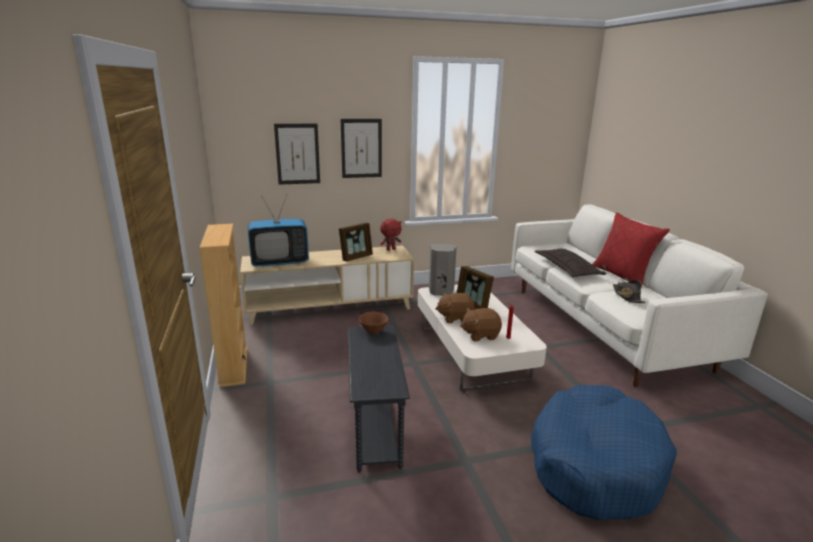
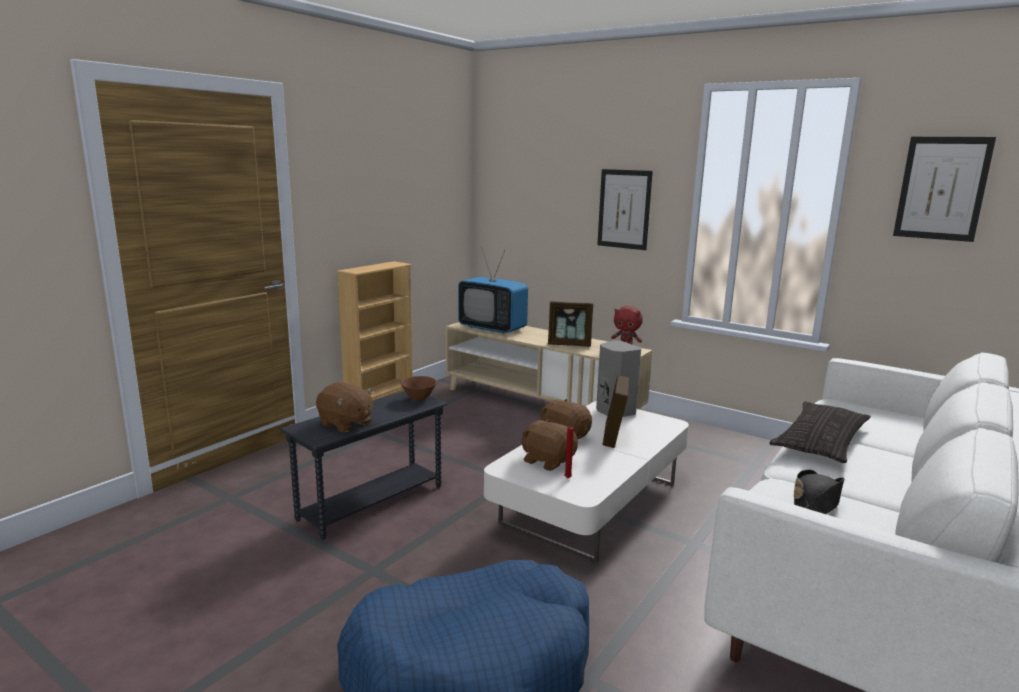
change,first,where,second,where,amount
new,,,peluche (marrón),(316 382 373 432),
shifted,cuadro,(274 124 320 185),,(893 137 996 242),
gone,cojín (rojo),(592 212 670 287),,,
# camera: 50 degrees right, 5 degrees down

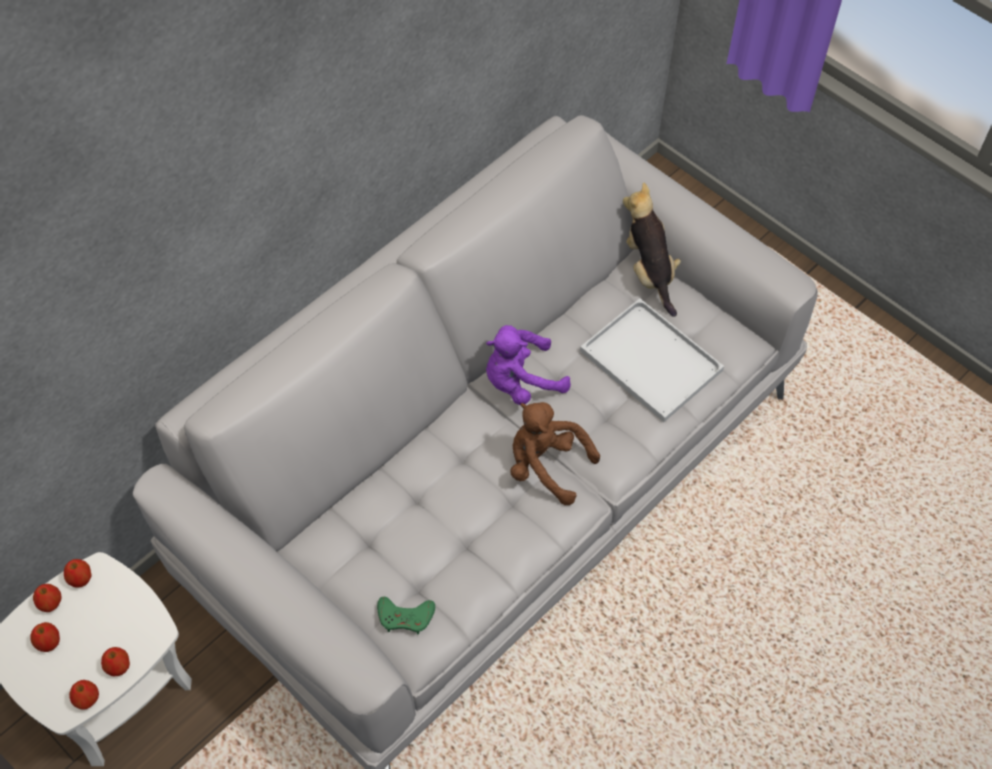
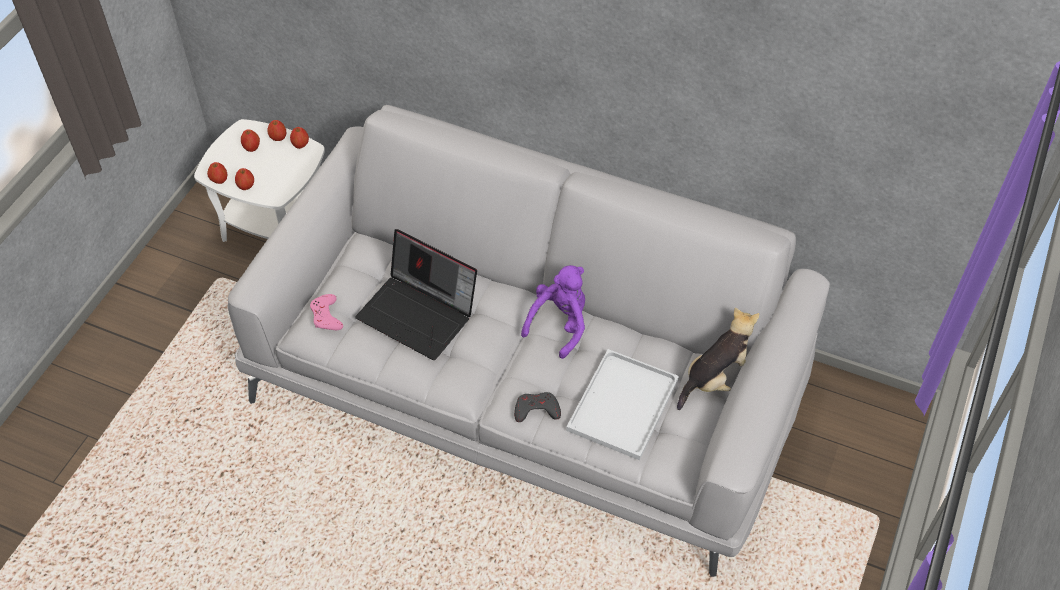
change,first,where,second,where,amount
repainted,mando de consola (verde),(377 597 435 634),mando de consola (rosa),(310 294 343 330),
new,,,portátil,(355 229 477 360),
new,,,mando de consola (gris),(514 392 561 422),
rotated,peluche (morado),(486 325 571 405),,(521 265 585 359),75 degrees clockwise
gone,peluche (marrón),(510 402 600 505),,,
# camera: 70 degrees right, 5 degrees down

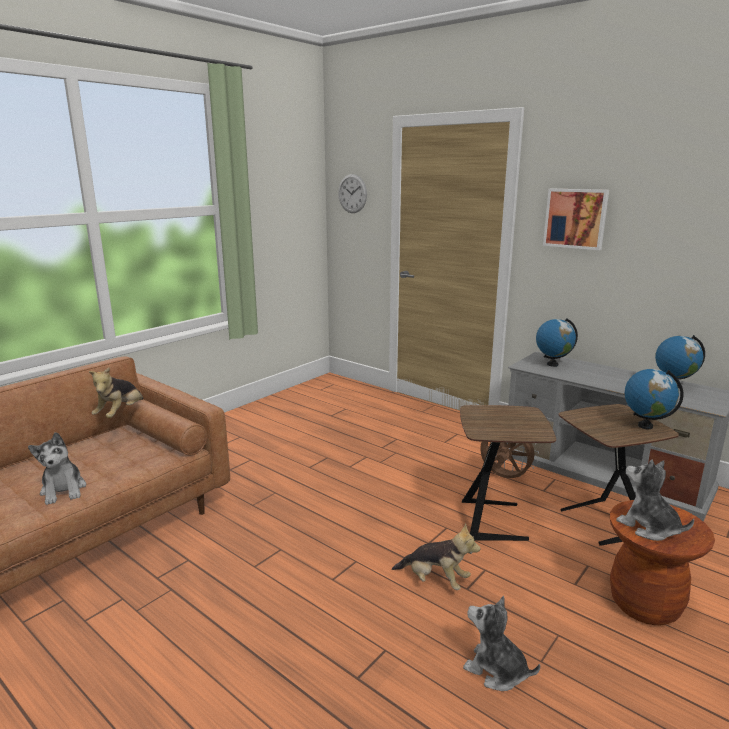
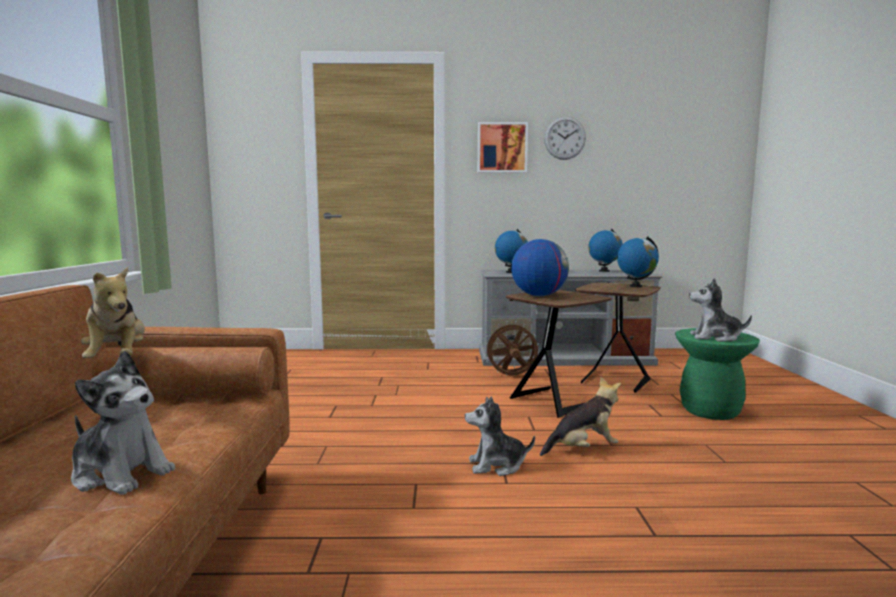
change,first,where,second,where,amount
shifted,peluche,(463 596 541 691),,(465 397 535 476),
new,,,globo terráqueo,(511 239 569 296),
shifted,reloj de pared,(338 174 367 213),,(544 116 586 160),
repainted,taburete (marrón),(610 500 715 625),taburete (verde),(675 328 760 420),
# camera: 40 degrees left, 10 degrees down

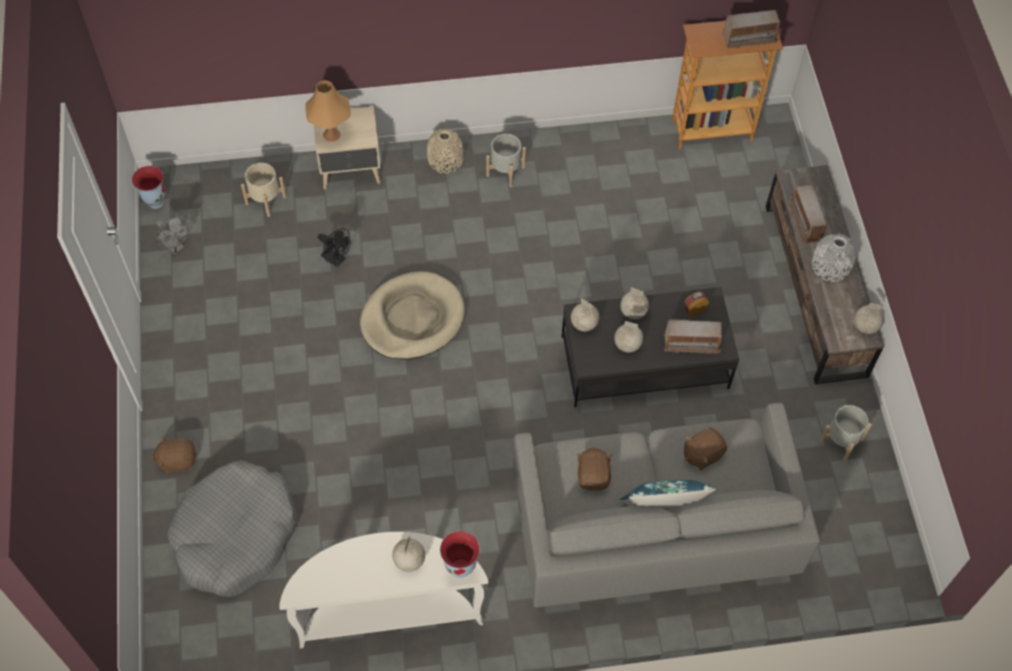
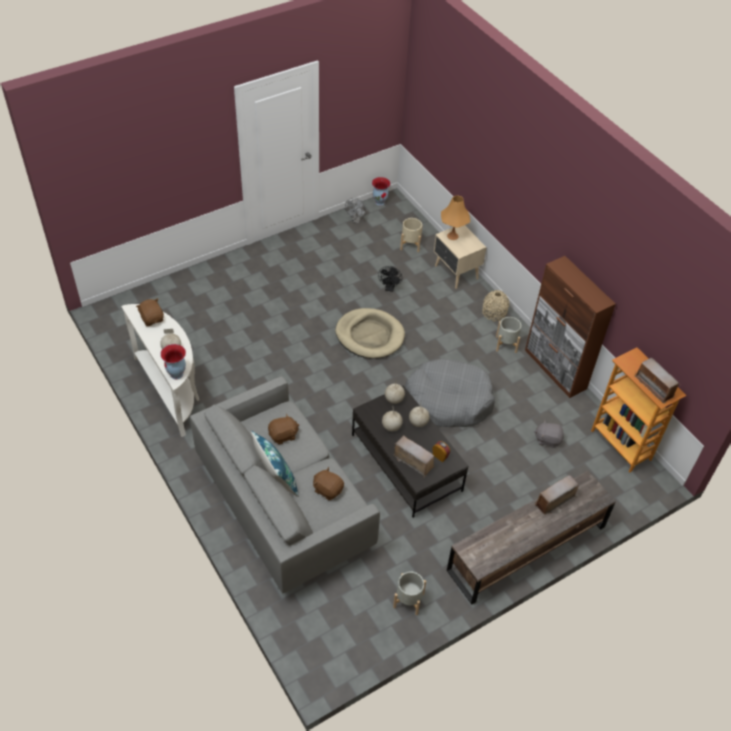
change,first,where,second,where,amount
shifted,peluche (marrón),(152 436 197 473),,(136 298 164 326),
rotated,radio,(663 319 724 354),,(393 436 435 478),150 degrees clockwise
shifted,cama para perro (gris),(167 460 298 597),,(405 358 495 427),
new,,,armario (marrón),(525 256 616 398),
new,,,peluche (gris),(534 420 564 448),
gone,florero (gris),(812 233 856 282),,,
gone,globo terráqueo,(854 303 884 334),,,
# camera: 65 degrees right, 10 degrees down

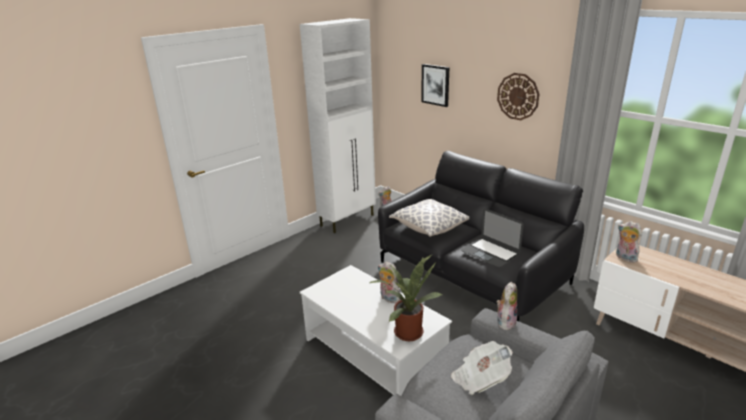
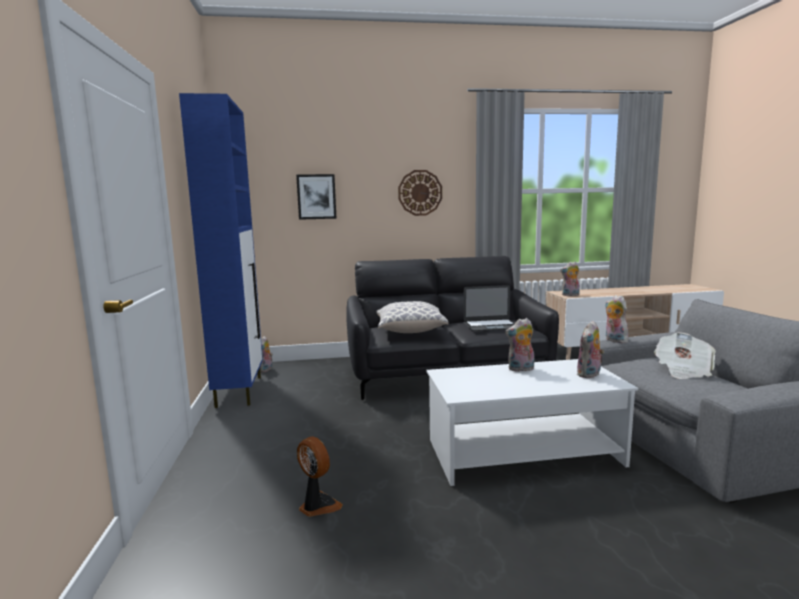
change,first,where,second,where,amount
repainted,armario (blanco),(300 18 376 233),armario (azul),(179 93 263 408),
new,,,ventilador,(297 436 343 517),
swapped,planta en maceta,(369 255 442 341),peluche,(577 321 605 378),
# camera: 55 degrees left, 15 degrees down

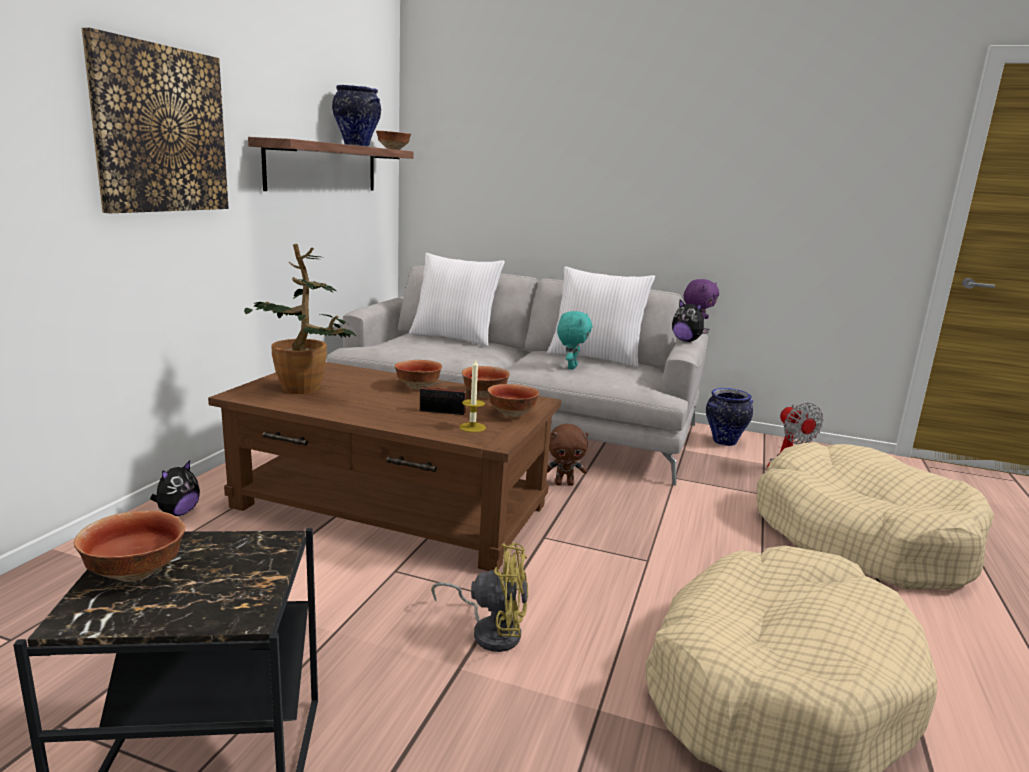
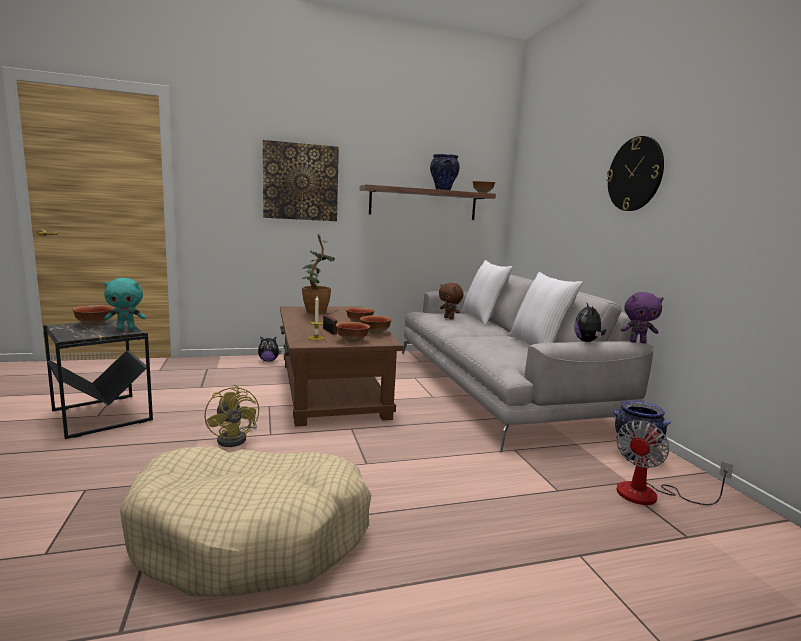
change,first,where,second,where,amount
shifted,peluche (turquesa),(557 311 593 370),,(104 278 146 331),
shifted,peluche (marrón),(547 424 589 486),,(439 283 464 319),
new,,,reloj de pared,(606 136 664 211),
gone,cama para perro (beis),(757 442 994 590),,,
# camera: 55 degrees right, 5 degrees down

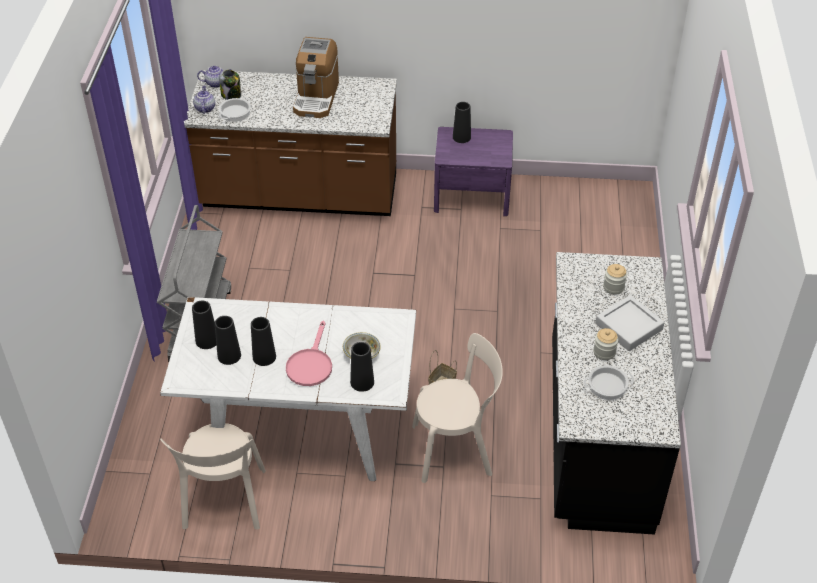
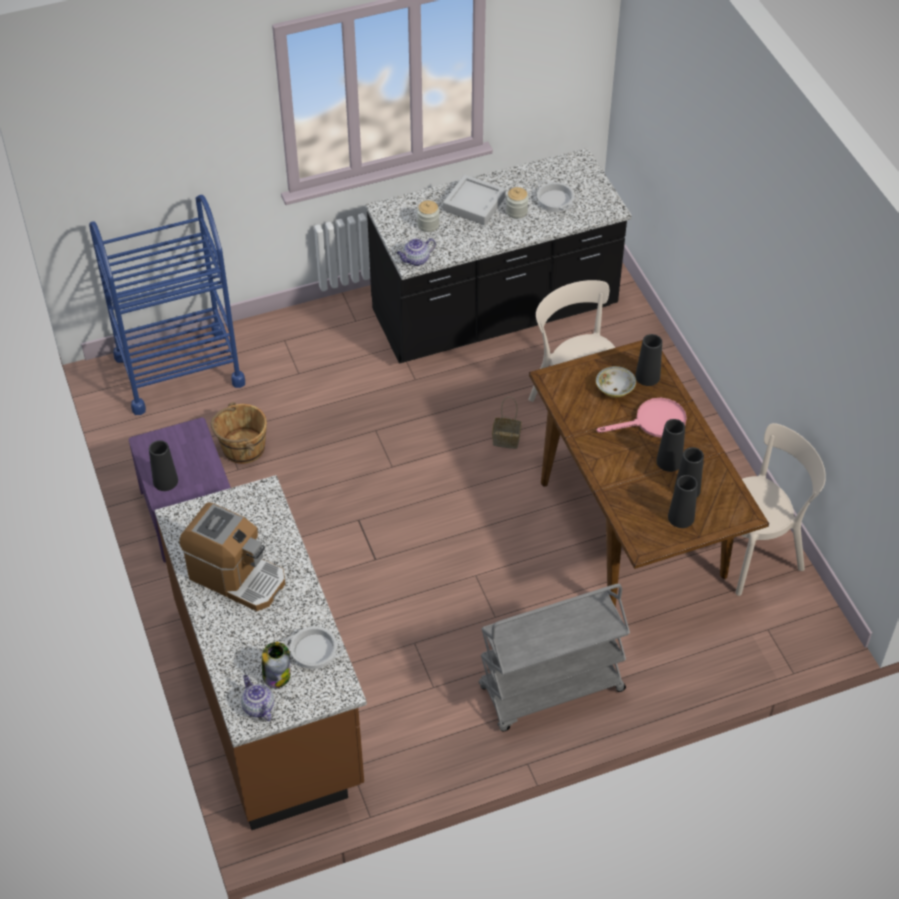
change,first,where,second,where,amount
new,,,carrito (azul),(89 195 245 415),
rotated,cafetera,(293 37 339 118),,(180 502 285 611),45 degrees clockwise
new,,,cubo (marrón),(211 402 267 464),
shifted,tetera,(193 86 215 114),,(397 238 436 266),
repainted,mesa de comedor (blanco),(160 297 416 481),mesa de comedor (marrón),(529 340 769 607),
# camera: 115 degrees left, 5 degrees up

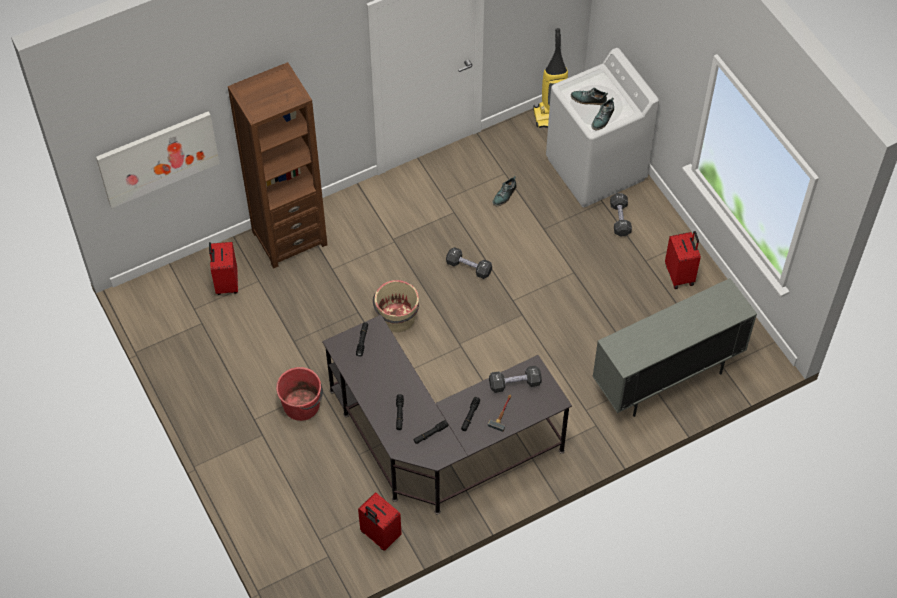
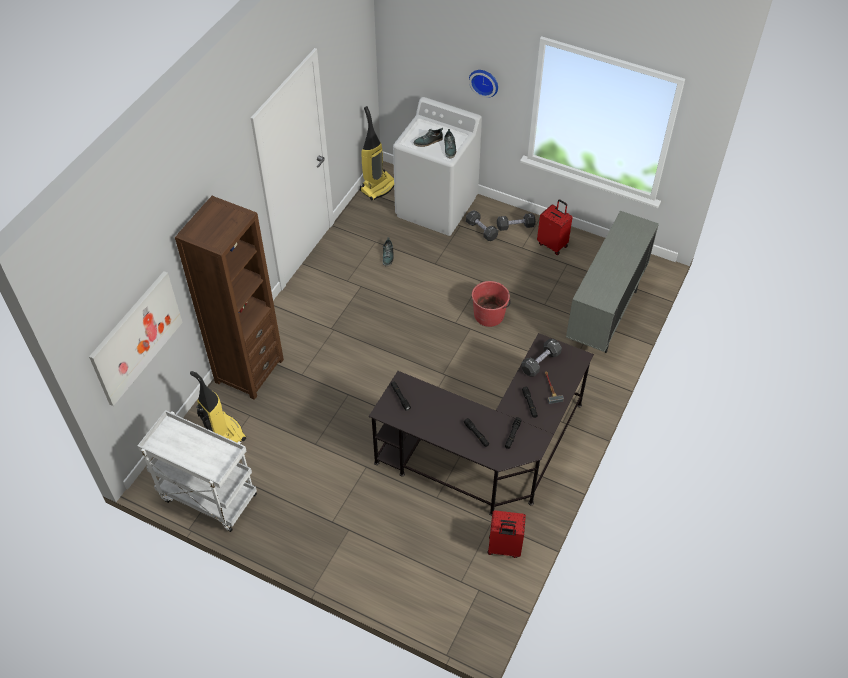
change,first,where,second,where,amount
new,,,carrito (blanco),(137 410 257 532),
swapped,maleta (rojo),(209 242 238 295),aspiradora,(190 371 246 442),
new,,,reloj de pared,(469 70 498 98),
shifted,cubo (rojo),(276 367 323 421),,(472 281 511 327),
shifted,mancuerna (negro),(446 247 492 279),,(497 213 536 231),
gone,cubo (beis),(373 280 419 332),,,
# camera: 35 degrees left, 5 degrees down

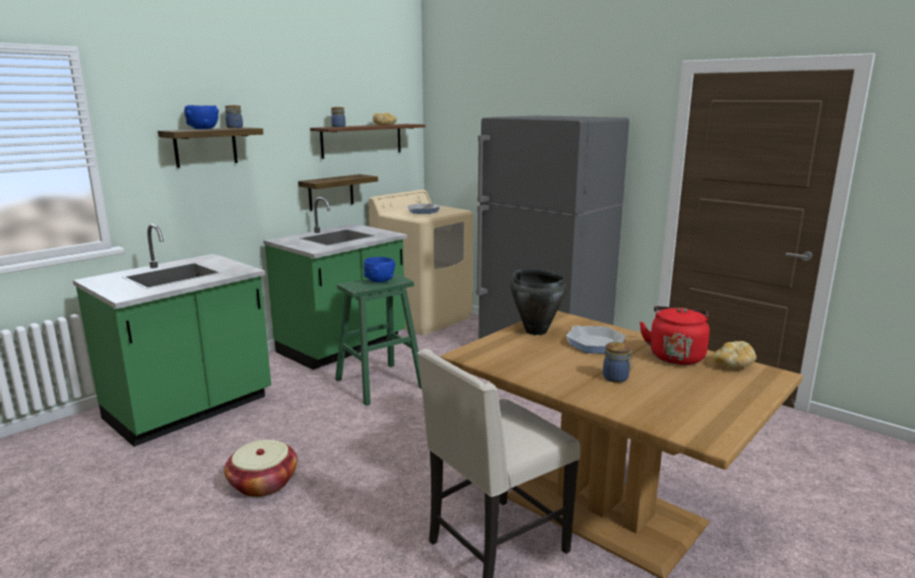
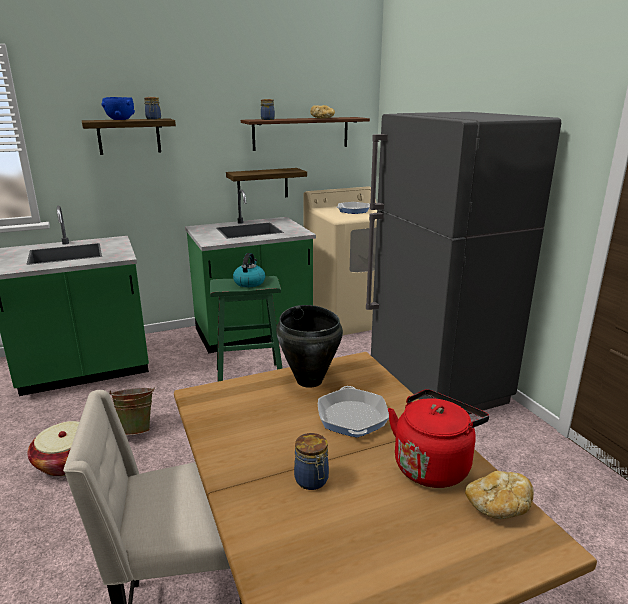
change,first,where,second,where,amount
new,,,cubo (verde),(109 387 155 435),
swapped,cuenco (azul),(364 257 396 283),hervidor,(233 253 266 287),
# camera: 25 degrees right, 5 degrees up

